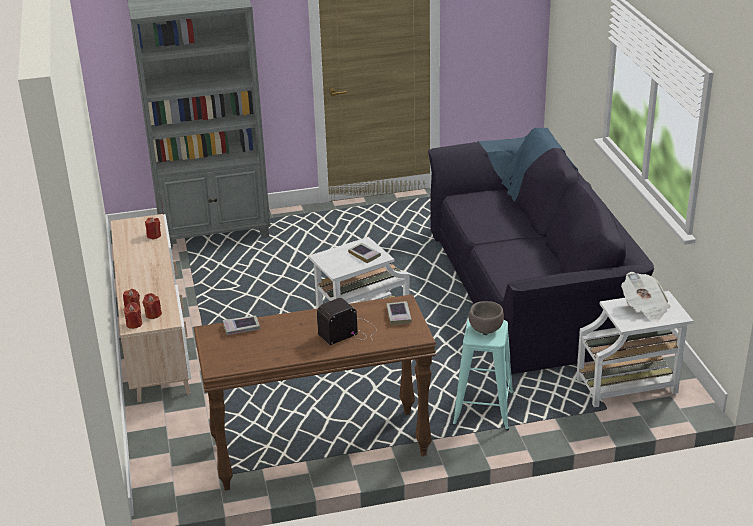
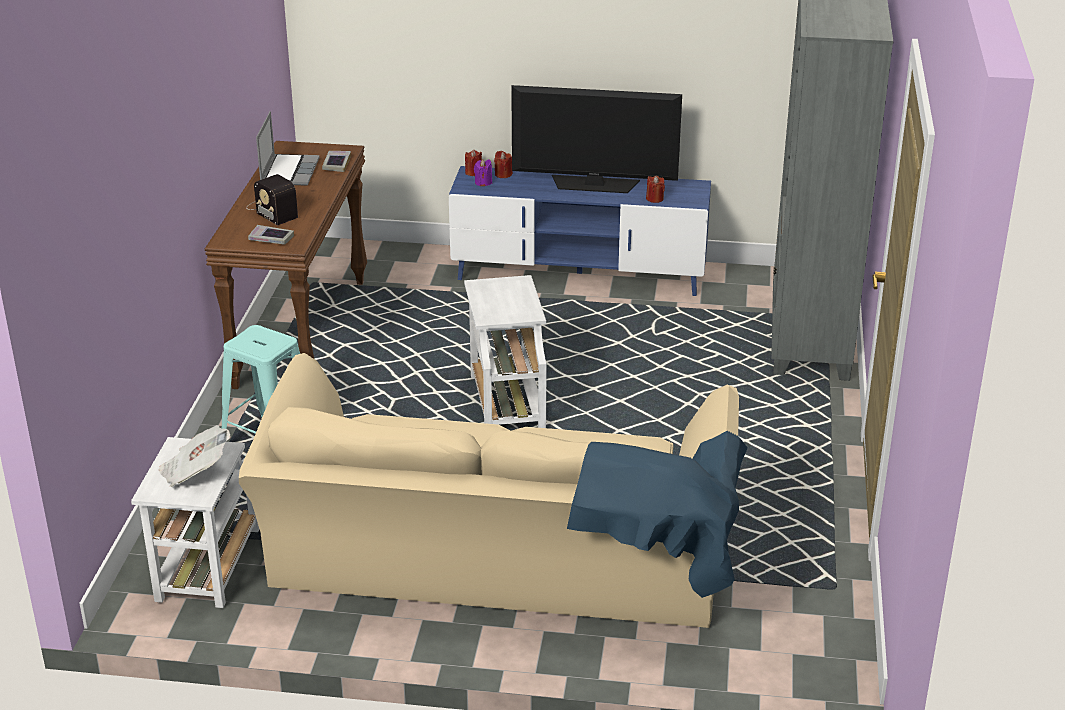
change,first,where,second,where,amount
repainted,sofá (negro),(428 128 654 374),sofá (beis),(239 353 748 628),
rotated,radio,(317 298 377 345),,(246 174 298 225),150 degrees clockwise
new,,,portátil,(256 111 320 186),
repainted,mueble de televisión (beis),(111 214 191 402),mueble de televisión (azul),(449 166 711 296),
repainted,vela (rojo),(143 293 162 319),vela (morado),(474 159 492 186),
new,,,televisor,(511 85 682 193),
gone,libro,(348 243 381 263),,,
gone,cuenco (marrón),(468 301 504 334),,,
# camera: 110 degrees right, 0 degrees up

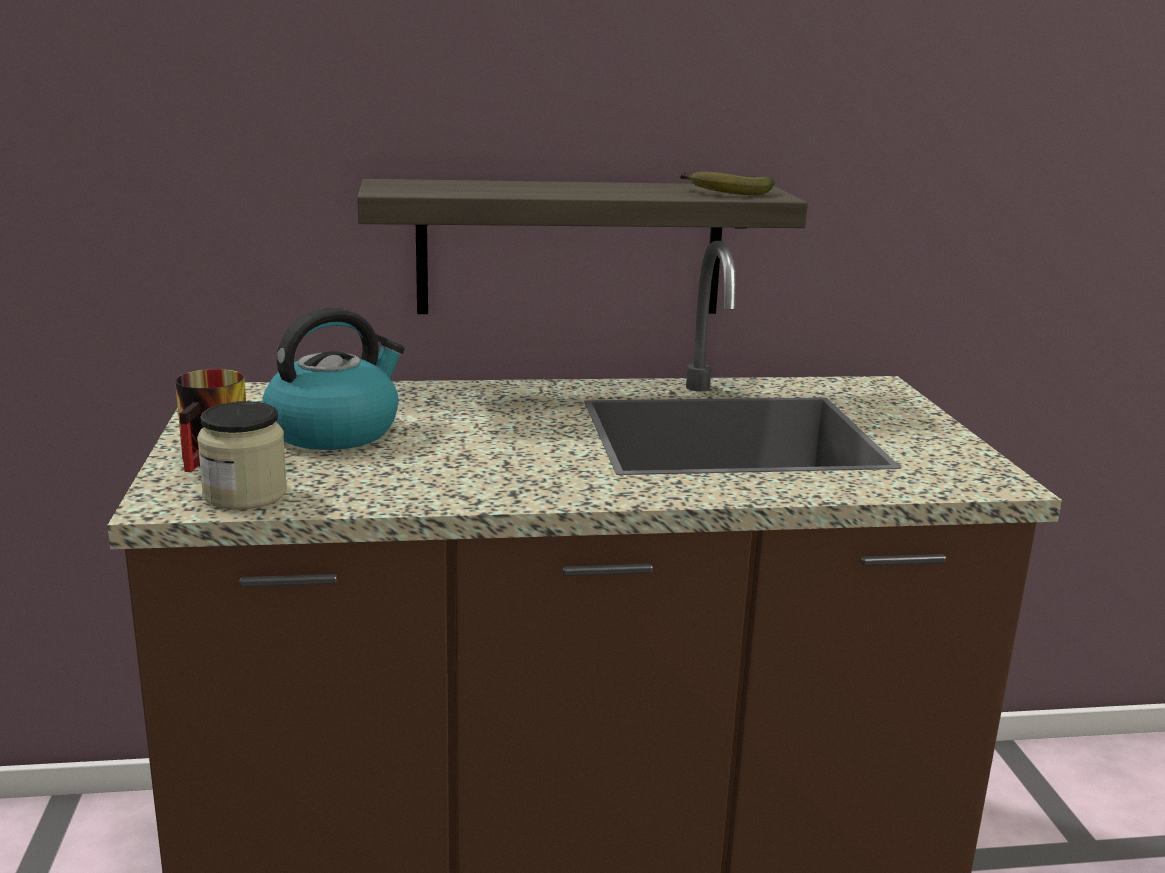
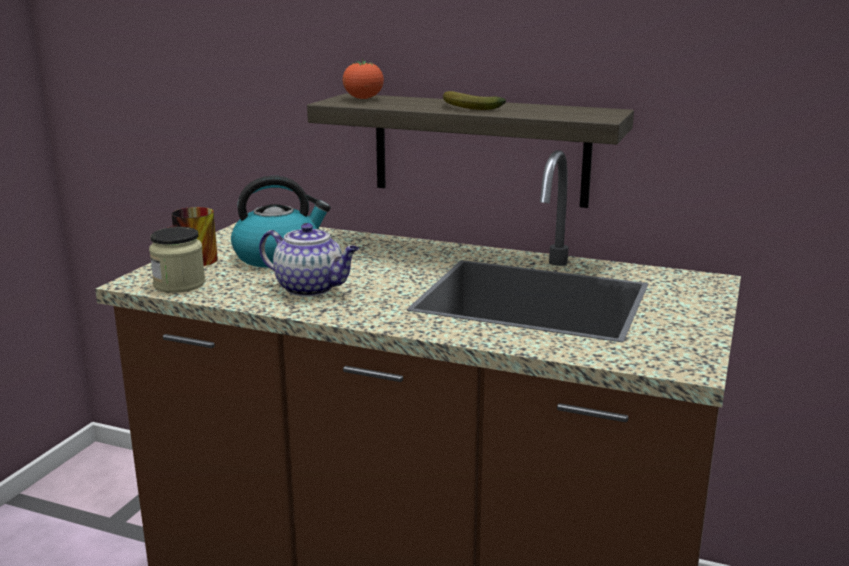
change,first,where,second,where,amount
new,,,tetera,(259 223 359 297),
new,,,tomate,(343 58 384 99),
shifted,plátano,(679 172 775 195),,(443 91 506 110),
# camera: 30 degrees right, 0 degrees up

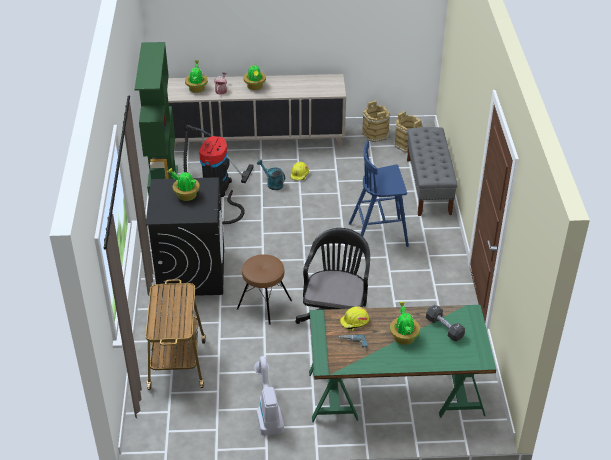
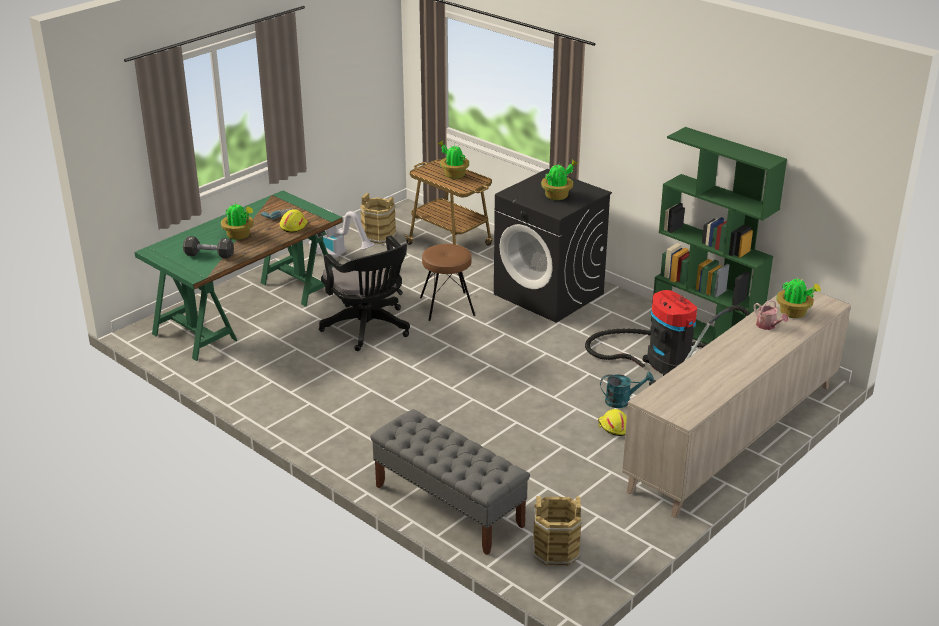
change,first,where,second,where,amount
shifted,cubo (marrón),(362 100 390 142),,(360 193 397 244),
shifted,planta en maceta,(243 65 266 90),,(438 141 469 179),
gone,taburete (azul),(349 141 409 250),,,
# camera: 135 degrees right, 10 degrees down

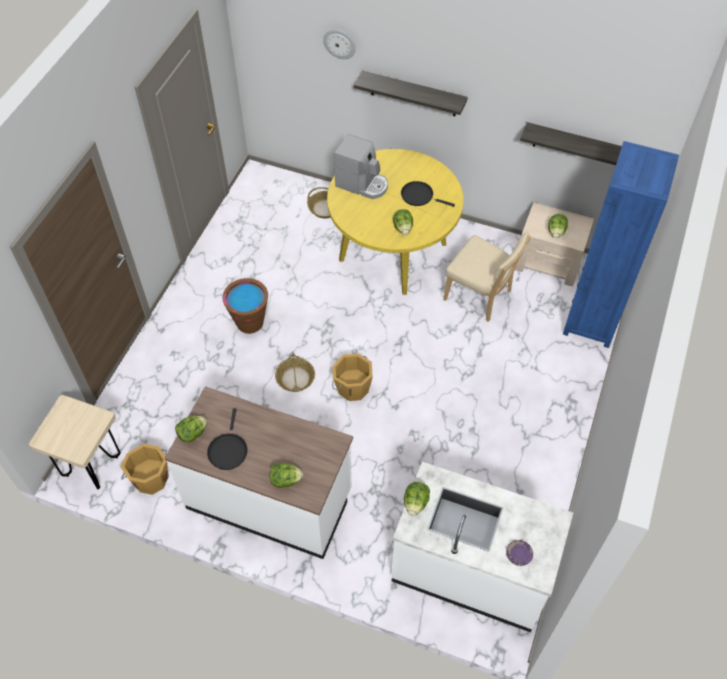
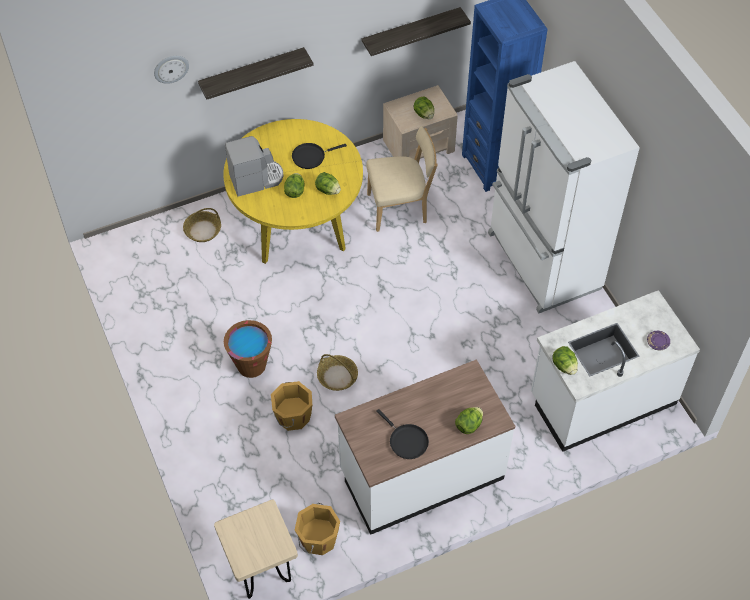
change,first,where,second,where,amount
shifted,cubo (naranja),(332 353 372 401),,(271 381 312 431),
shifted,lechuga,(175 416 207 442),,(284 173 305 198),
new,,,nevera (blanco),(488 61 640 313),
# camera: 45 degrees left, 0 degrees up

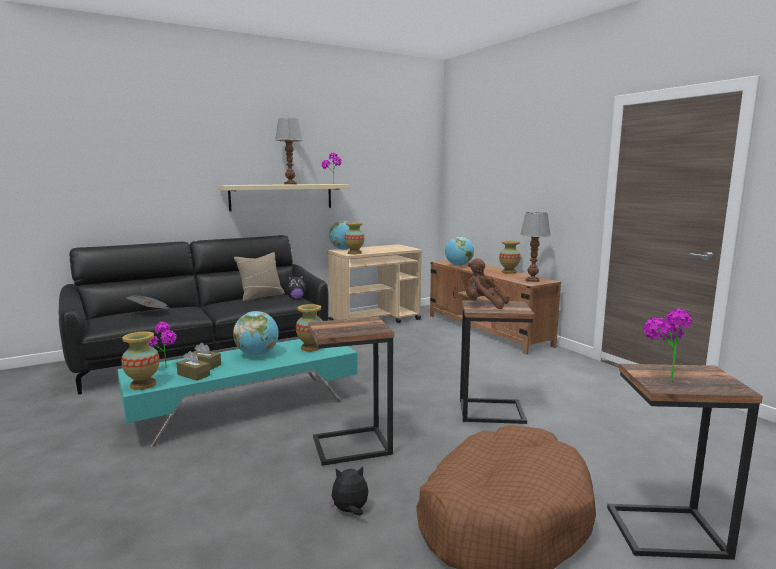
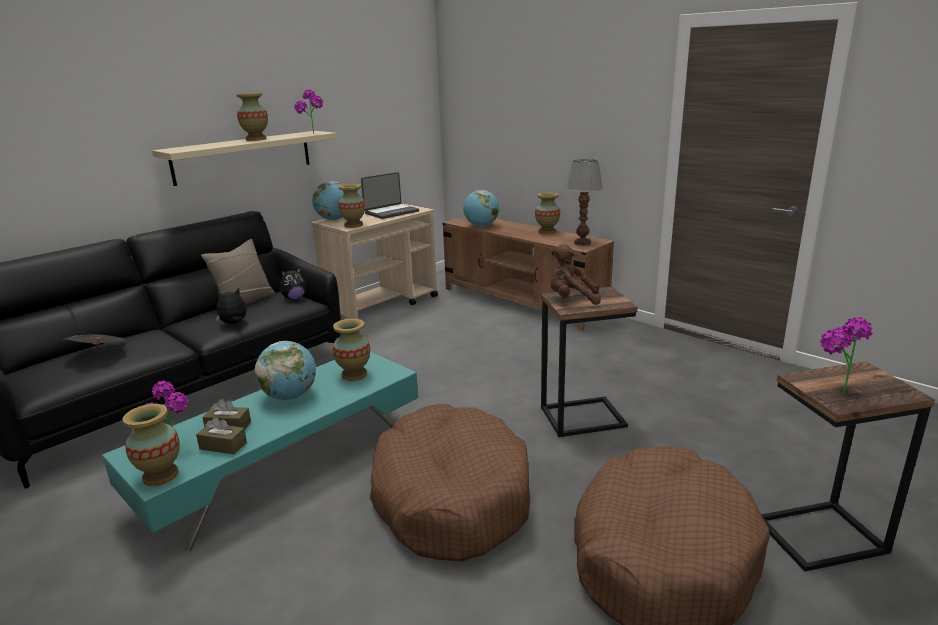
change,first,where,second,where,amount
shifted,peluche,(329 466 368 515),,(215 288 246 324),
swapped,lámpara de mesa,(275 118 303 185),florero,(237 93 268 141),
new,,,portátil,(361 172 419 219),
swapped,mesa auxiliar,(308 317 394 466),cama para perro (marrón),(370 404 530 562),
# camera: 15 degrees left, 10 degrees up

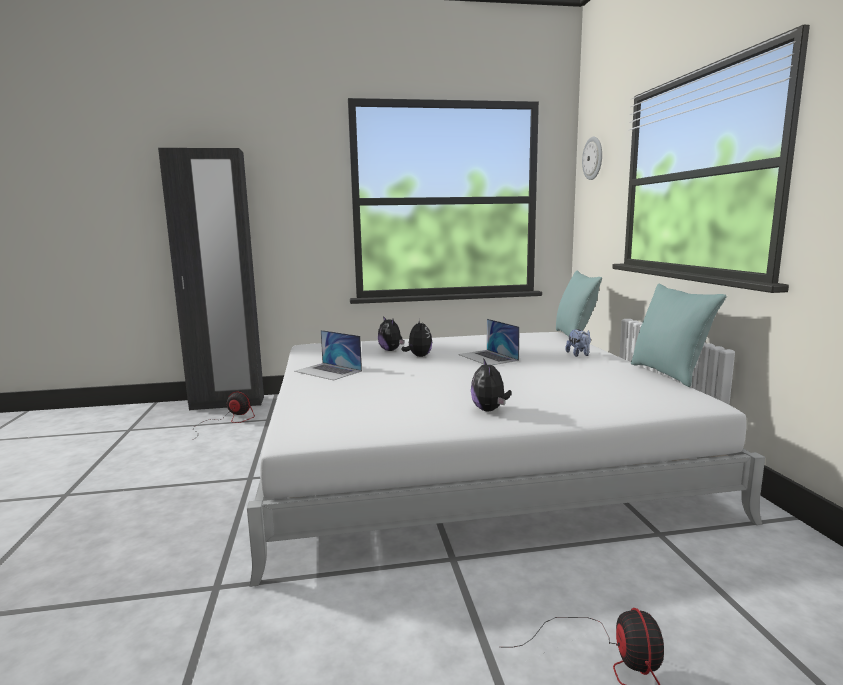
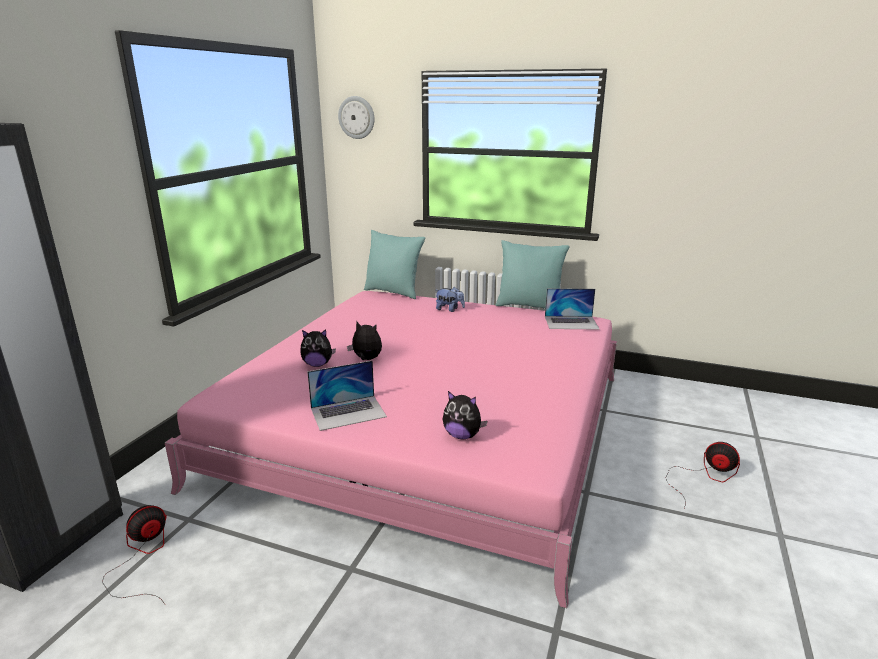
change,first,where,second,where,amount
repainted,cama (blanco),(247 332 765 587),cama (rosa),(165 291 617 608),
shifted,peluche,(471 358 512 411),,(443 391 487 439),
shifted,portátil,(458 319 520 365),,(545 288 599 330),
# camera: 60 degrees left, 10 degrees up

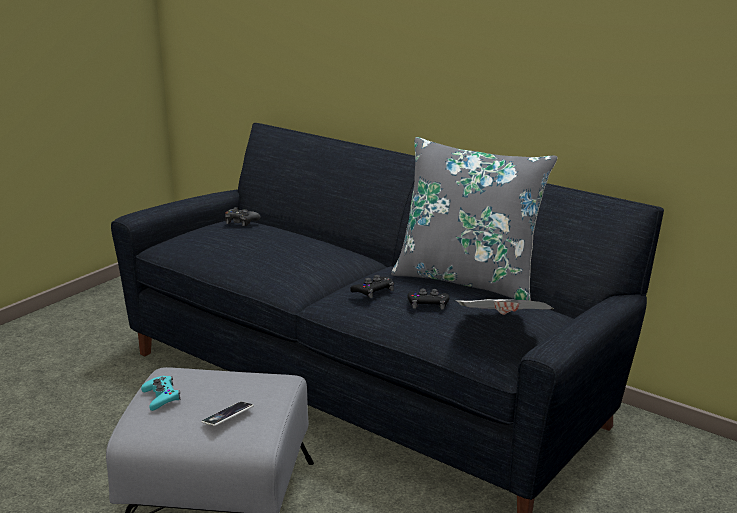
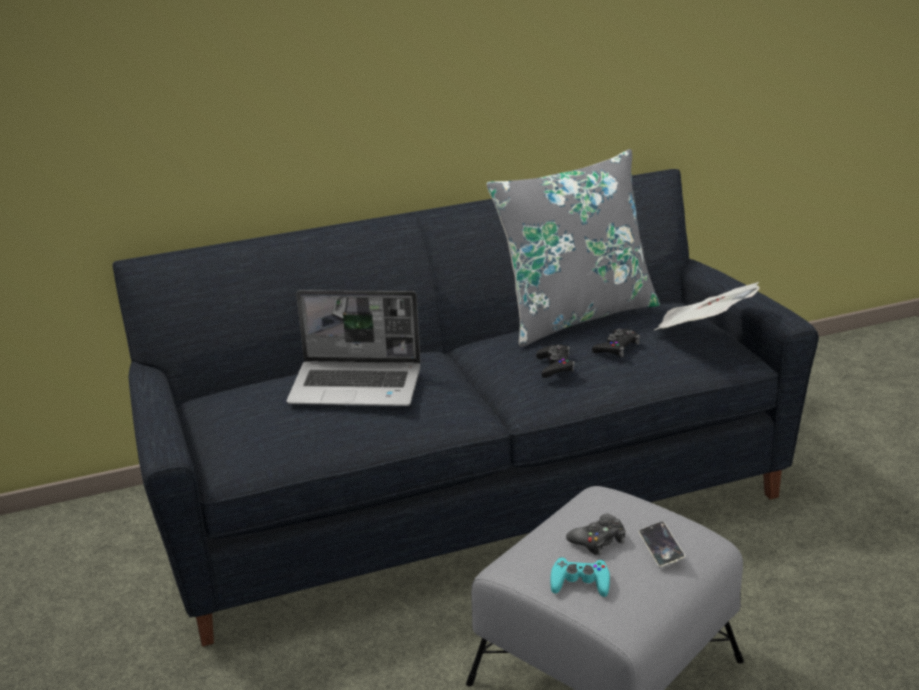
change,first,where,second,where,amount
new,,,portátil,(287 290 421 406),
shifted,mando de consola (negro),(225 207 260 226),,(566 514 625 555),
# camera: 55 degrees left, 5 degrees up

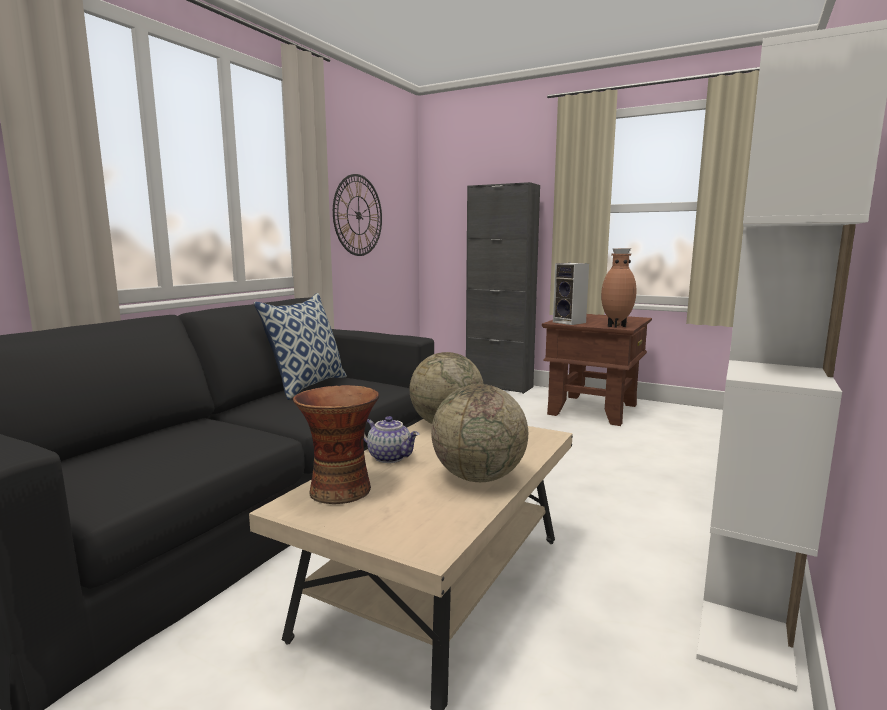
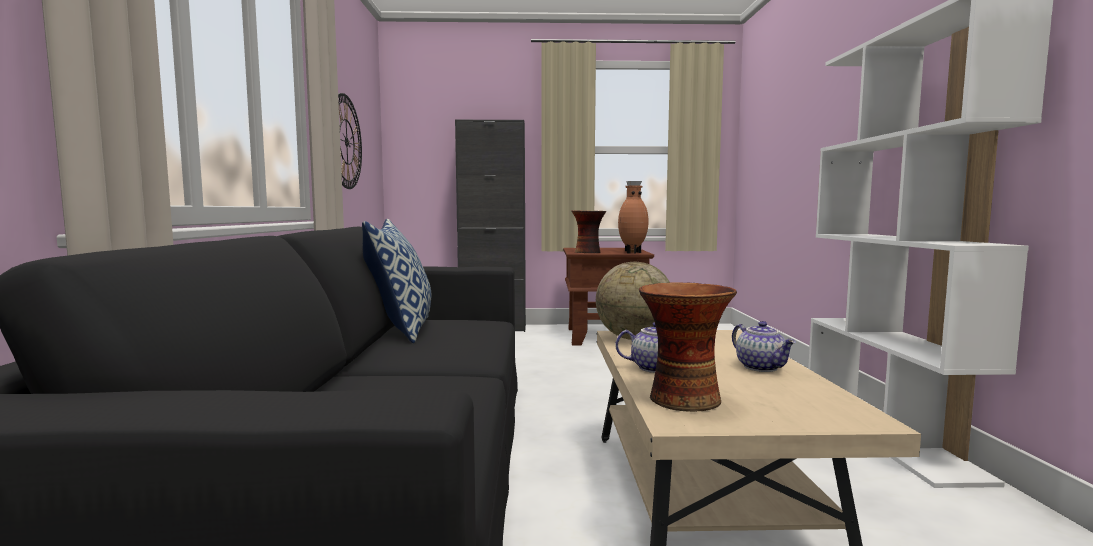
change,first,where,second,where,amount
swapped,altavoz,(553 263 589 325),florero,(571 210 606 253),
swapped,globo terráqueo,(431 384 528 482),tetera,(732 321 796 372),
# camera: 30 degrees left, 5 degrees down

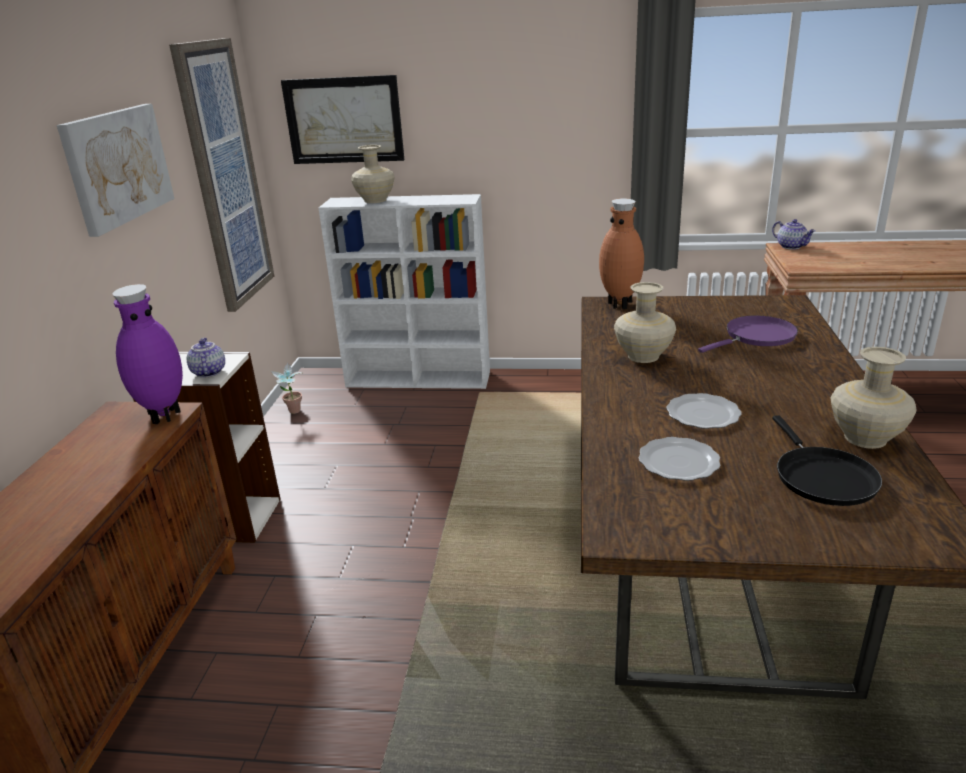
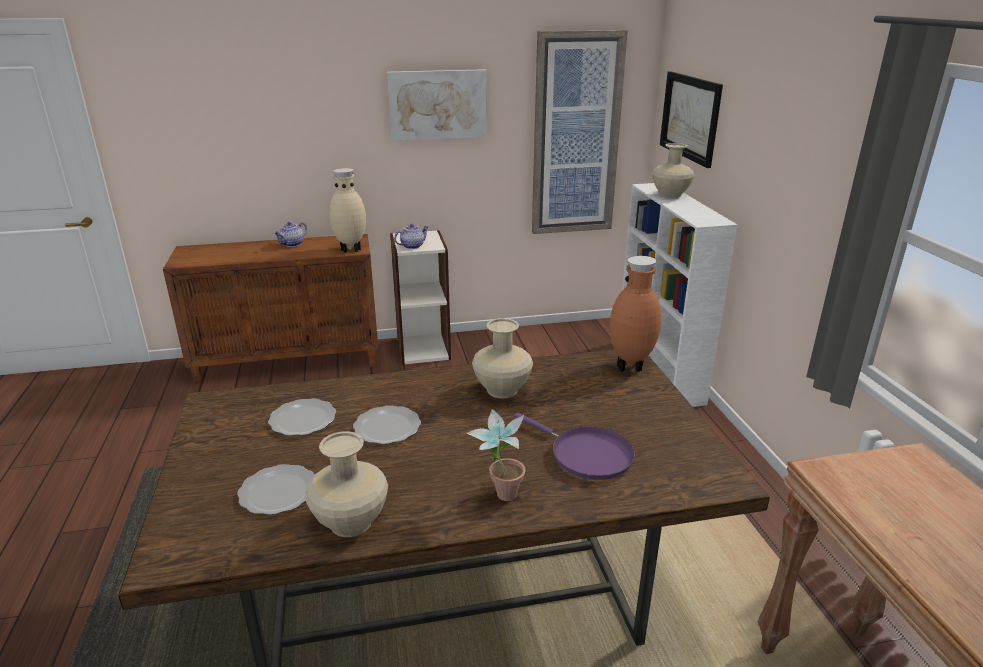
change,first,where,second,where,amount
swapped,sartén (negro),(772 415 882 506),plato,(237 464 315 515),
shifted,tetera,(772 219 816 250),,(274 222 307 247),
repainted,florero (morado),(113 284 183 424),florero (beis),(329 168 366 253),
shifted,planta en maceta,(271 363 303 414),,(466 409 526 501),
# camera: 70 degrees right, 0 degrees up

